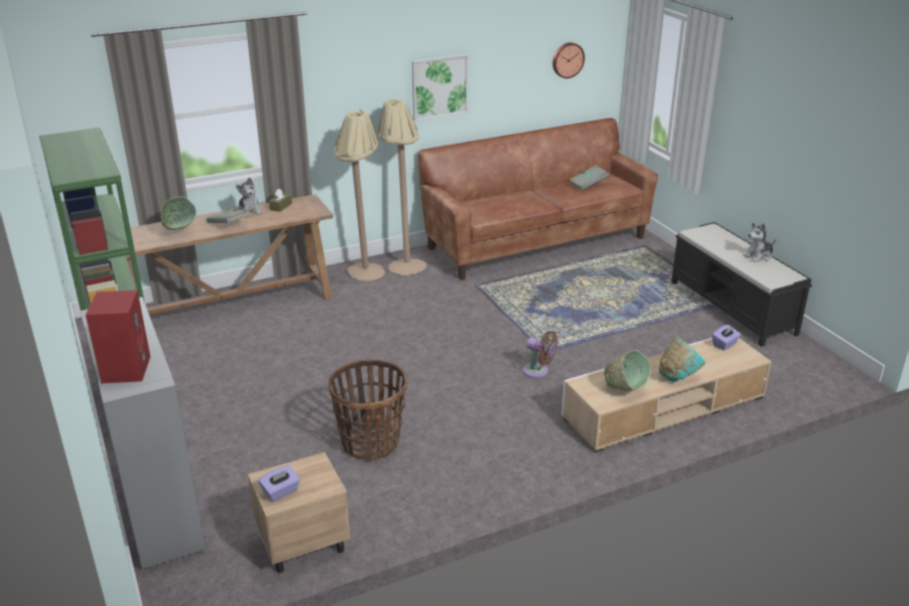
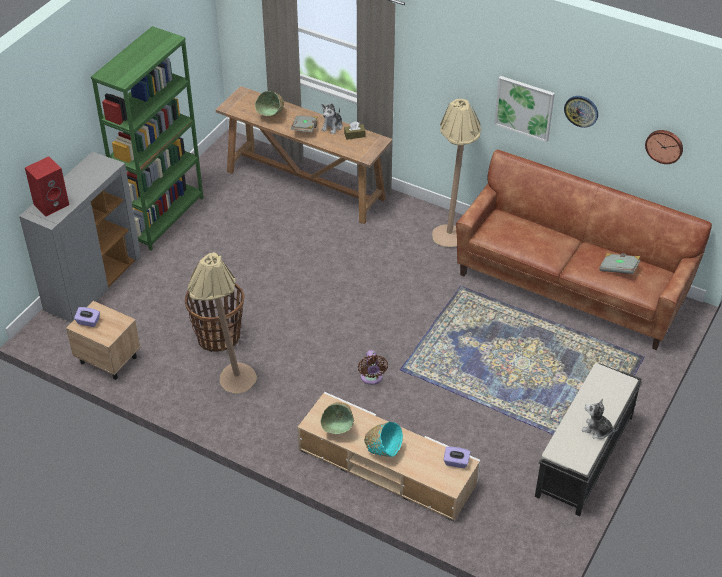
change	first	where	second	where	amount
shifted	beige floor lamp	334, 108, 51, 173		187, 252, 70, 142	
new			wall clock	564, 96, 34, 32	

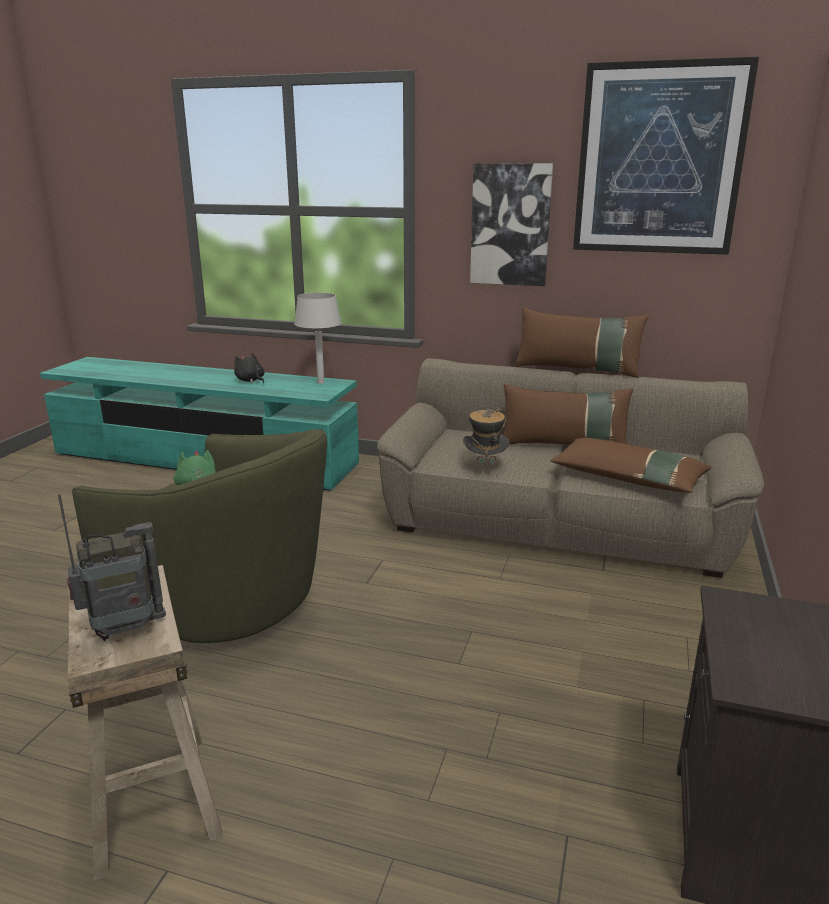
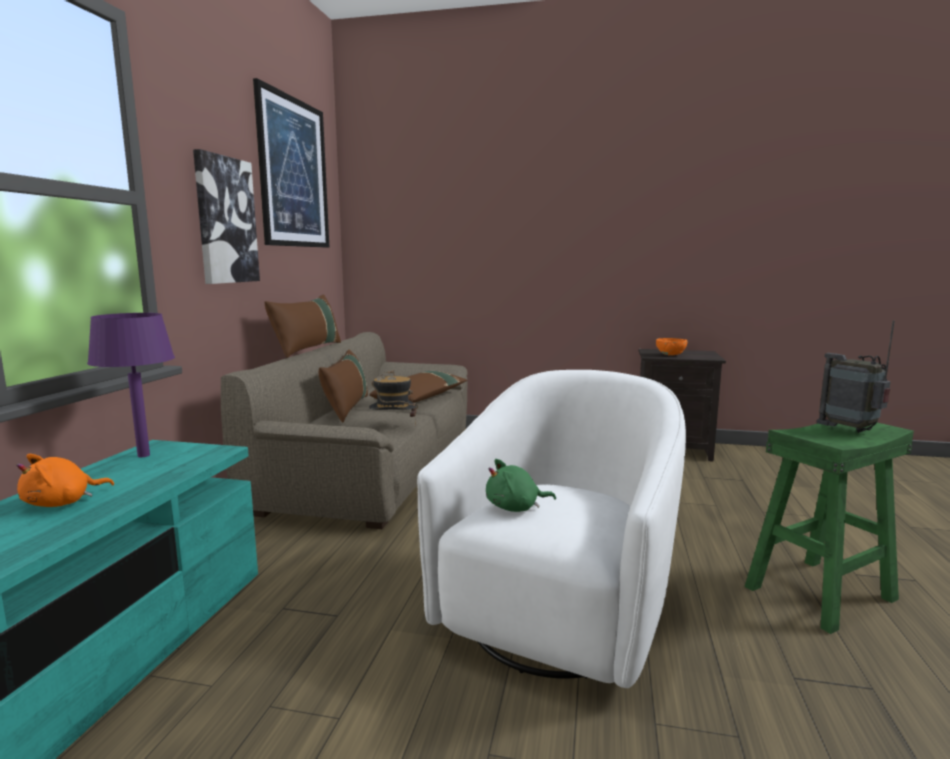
change	first	where	second	where	amount
repainted	grey table lamp	294, 293, 47, 91	purple table lamp	87, 313, 88, 144	
repainted	black plush toy	234, 353, 31, 30	orange plush toy	16, 454, 98, 53	
repainted	green armchair	72, 429, 255, 214	white armchair	417, 370, 269, 318	
repainted	beige stool	67, 565, 156, 316	green stool	745, 419, 169, 215	
new			orange bowl	656, 338, 32, 18	

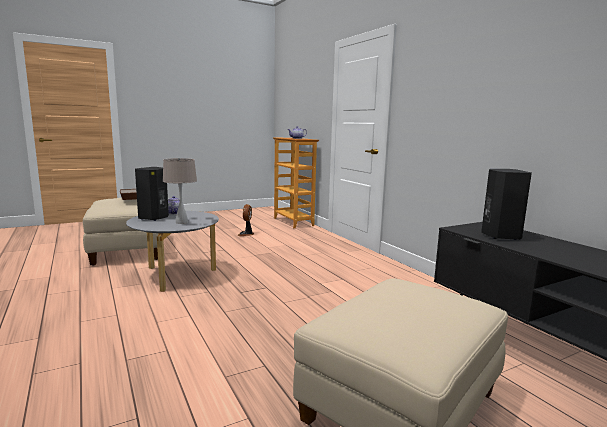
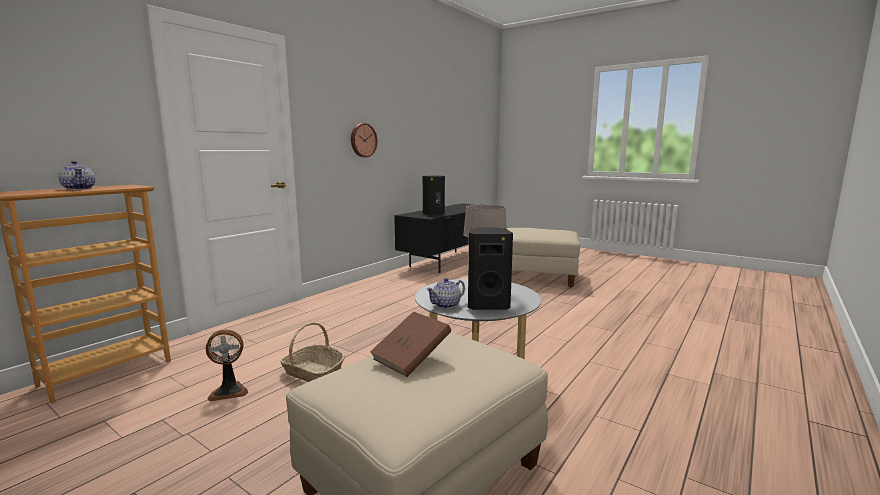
change	first	where	second	where	amount
new			wall clock	351, 123, 27, 34	
new			basket	280, 322, 65, 60	

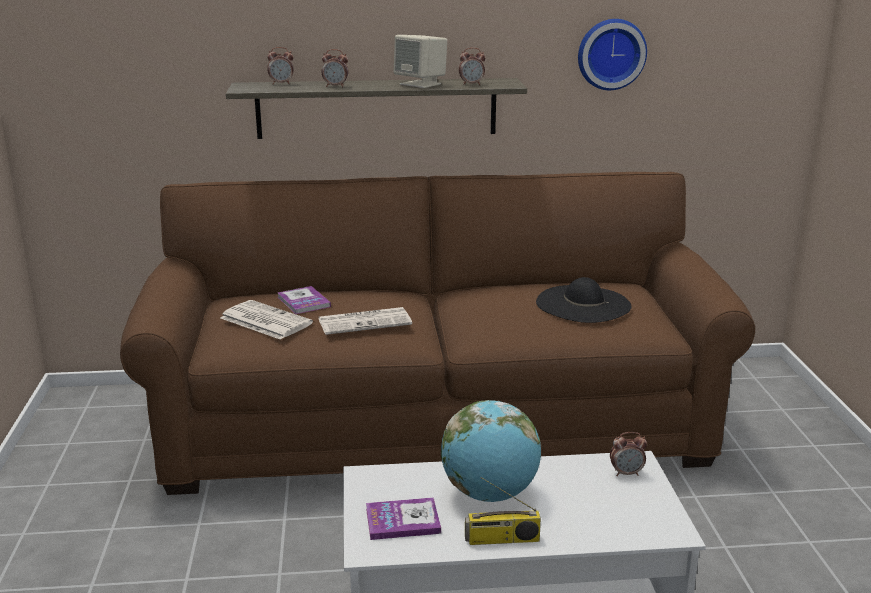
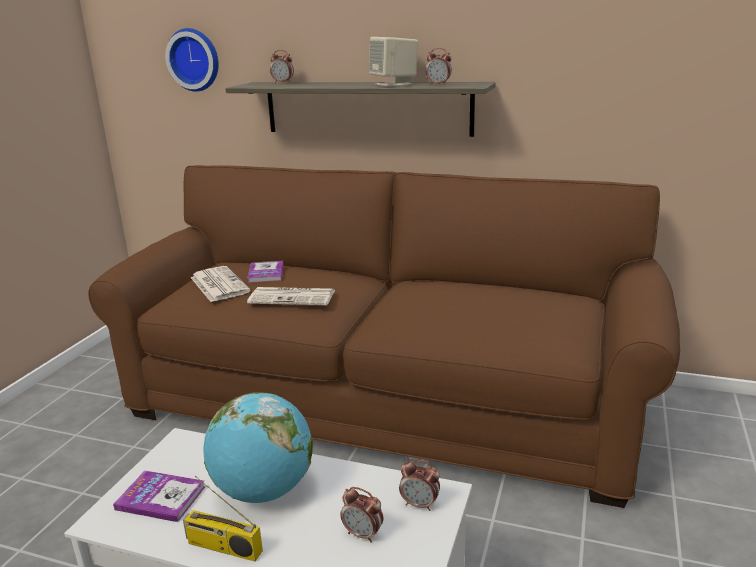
change	first	where	second	where	amount
shifted	wall clock	578, 19, 69, 71		165, 28, 54, 64	
shifted	alarm clock	322, 49, 26, 38		340, 487, 43, 56	
gone	black hat	536, 277, 96, 46			

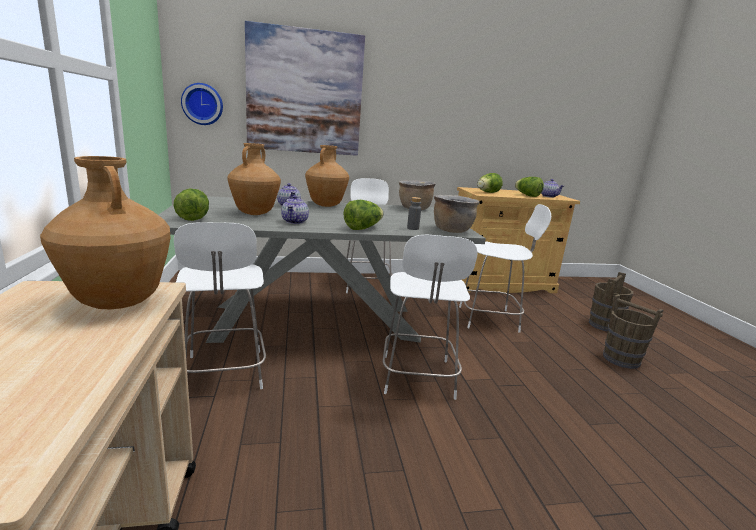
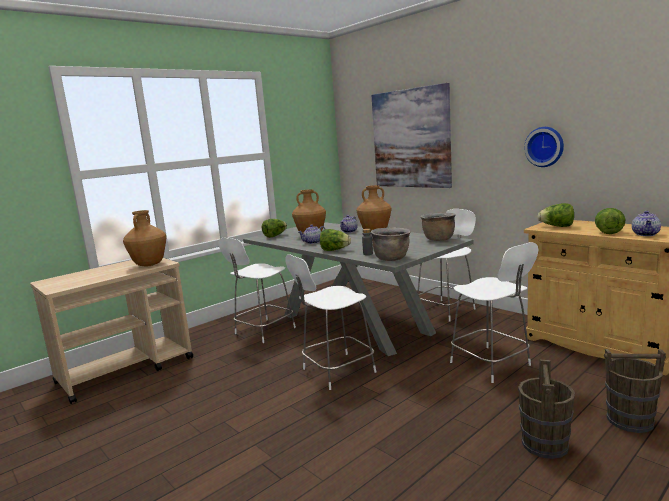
change	first	where	second	where	amount
shifted	wall clock	181, 83, 42, 42		524, 127, 40, 40	

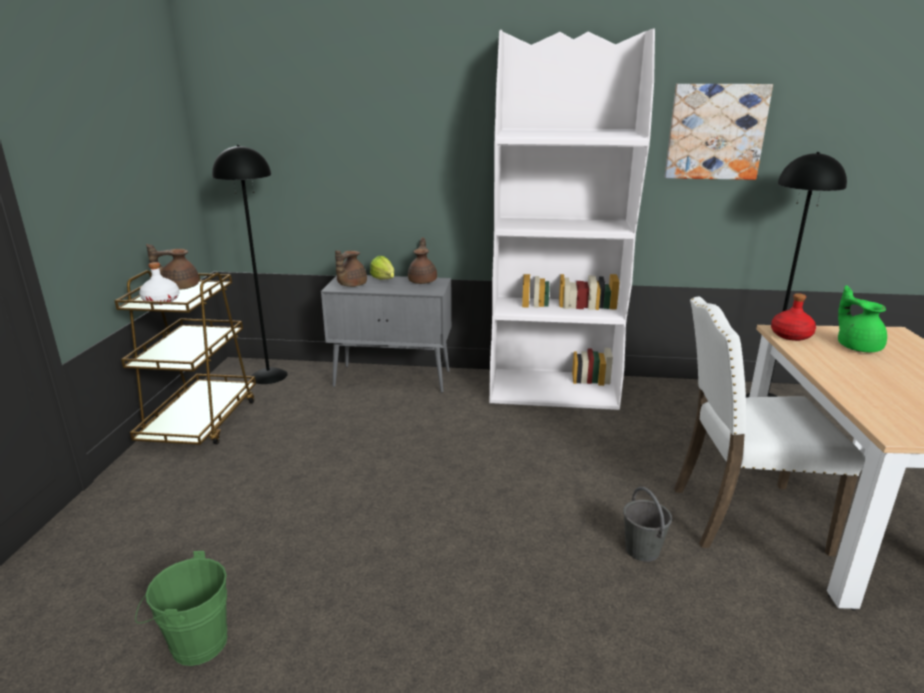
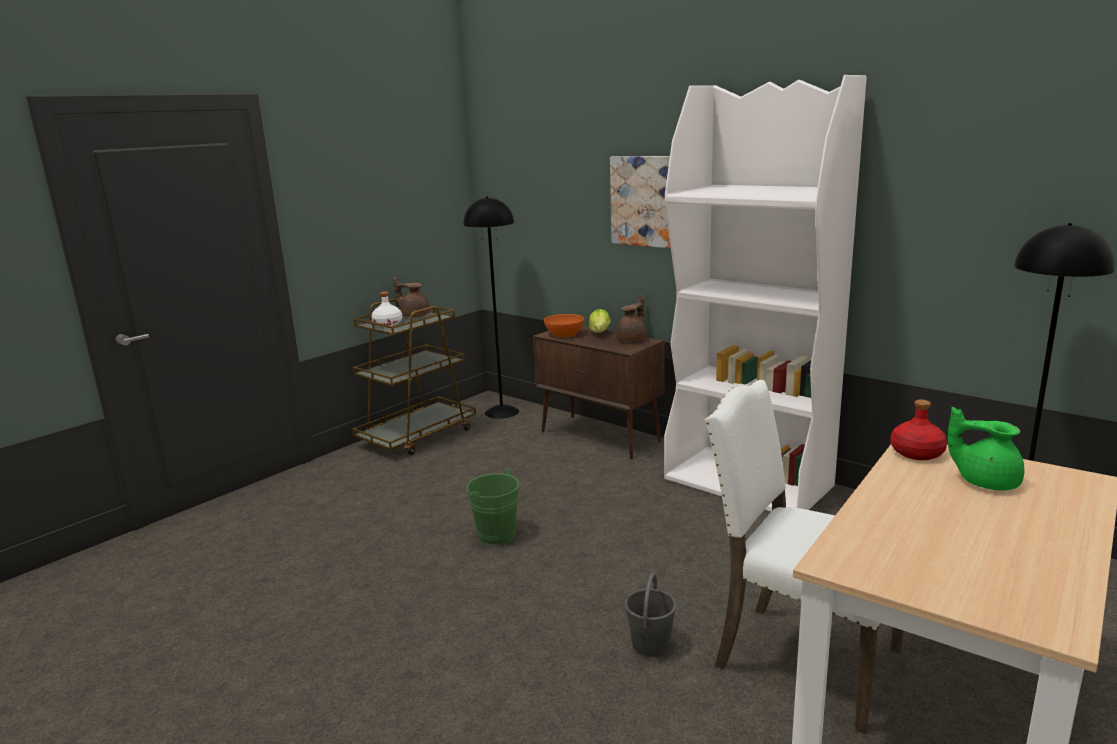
change	first	where	second	where	amount
shifted	picture	665, 84, 108, 96		610, 156, 61, 92	
swapped	brown teapot	335, 250, 32, 37	orange bowl	544, 314, 40, 23	
repainted	grey cabinet	321, 275, 130, 118	brown cabinet	533, 326, 132, 133	
rotated	green teapot	838, 286, 49, 66		948, 407, 76, 84	75 degrees counterclockwise
shifted	green bucket	135, 551, 92, 115		459, 469, 60, 76	

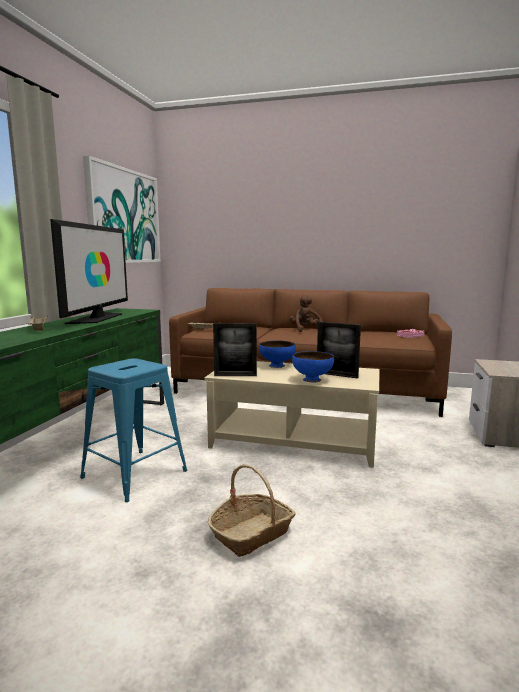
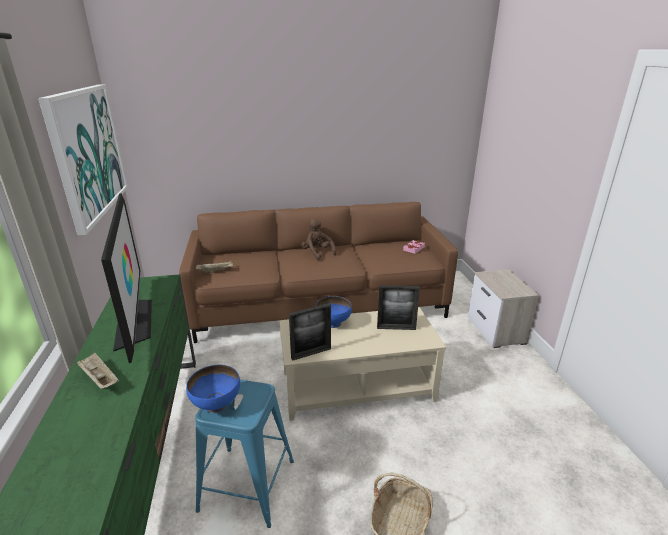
change	first	where	second	where	amount
shifted	blue bowl	292, 351, 42, 31		186, 365, 54, 48	

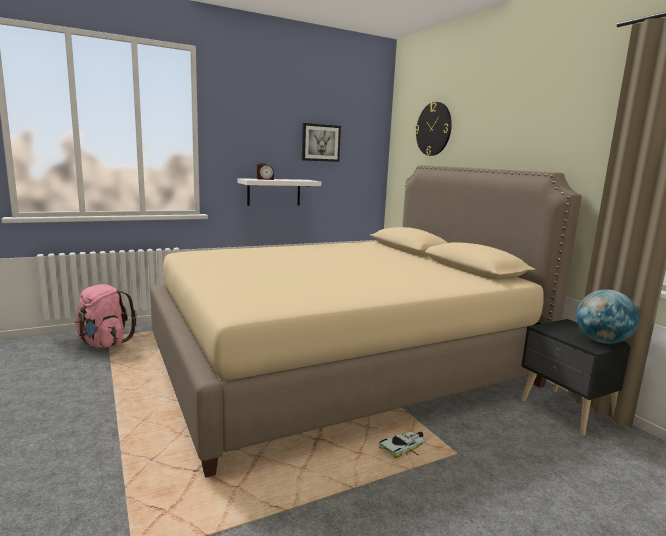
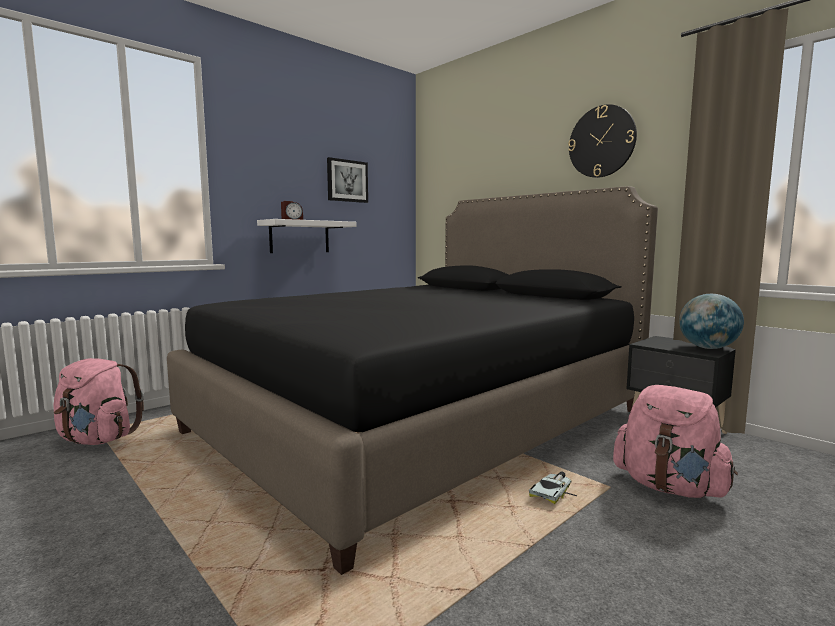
change	first	where	second	where	amount
shifted	wall clock	415, 102, 37, 54		568, 104, 69, 74	
repainted	beige bed	150, 165, 432, 313	black bed	167, 186, 491, 389	
new			pink backpack	613, 385, 125, 113	

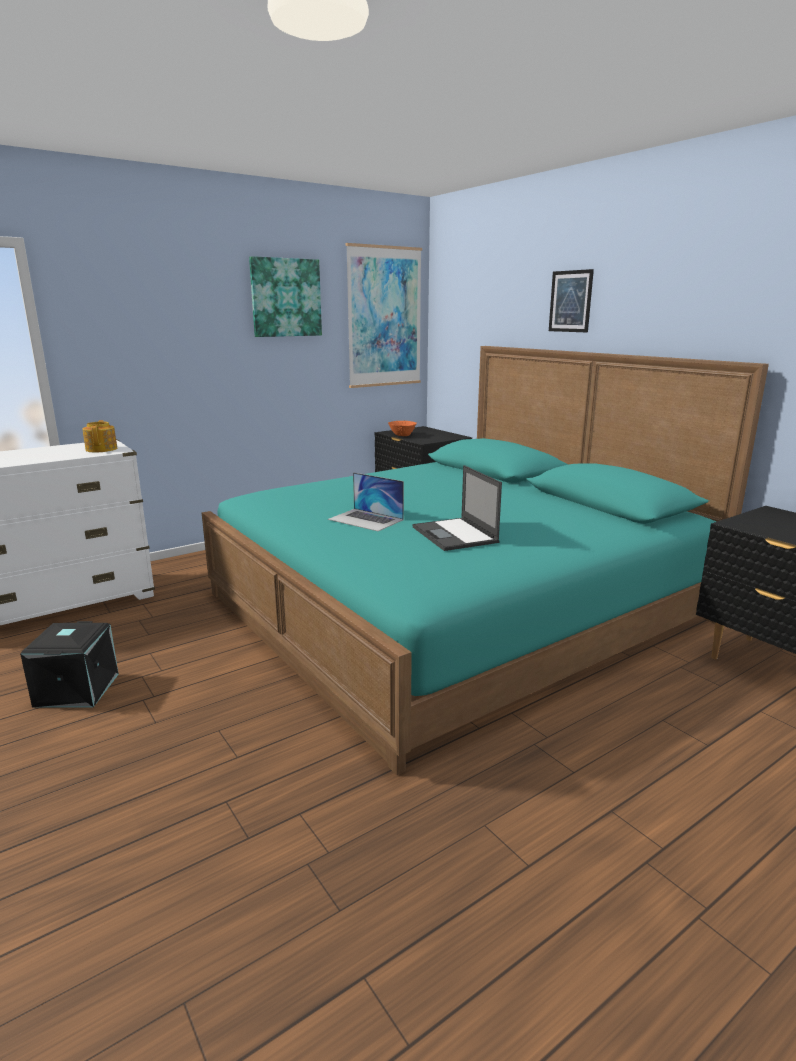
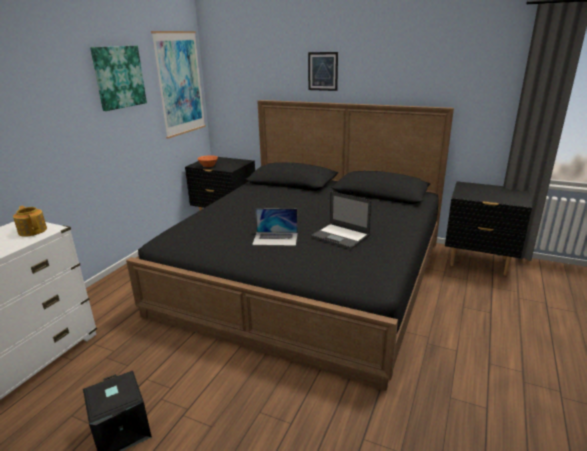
change	first	where	second	where	amount
repainted	turquoise bed	202, 346, 567, 429	black bed	126, 100, 328, 291	

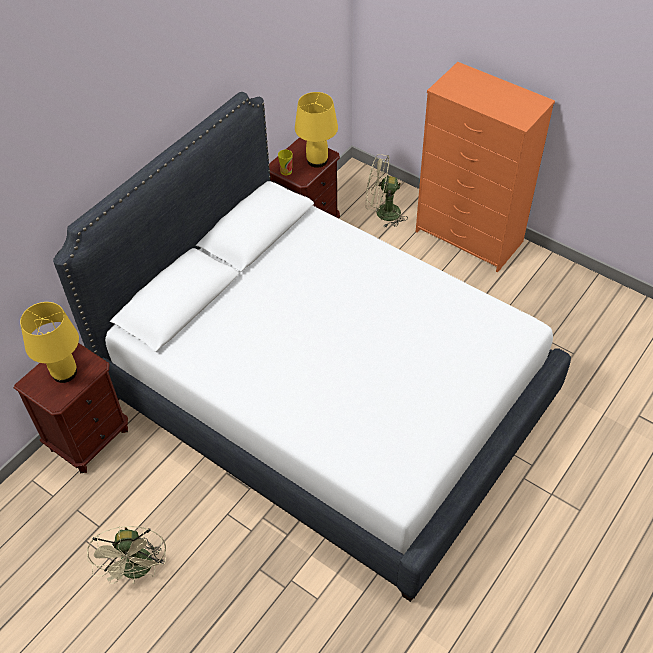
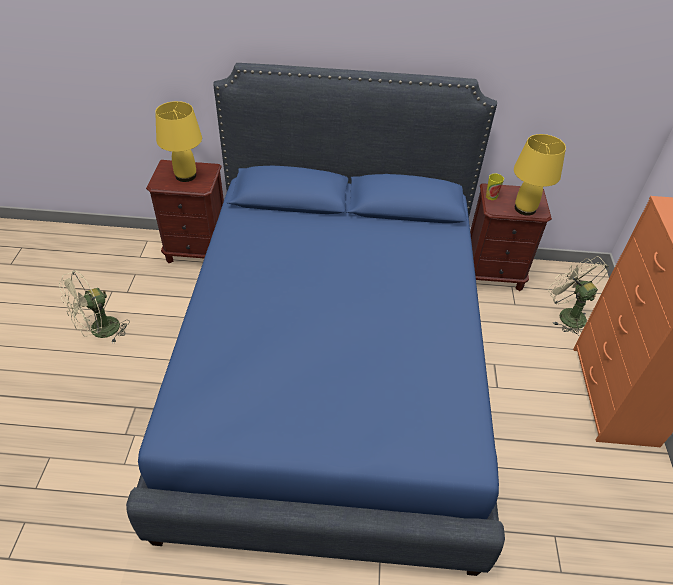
change	first	where	second	where	amount
repainted	white bed	53, 92, 518, 510	blue bed	126, 63, 379, 513	

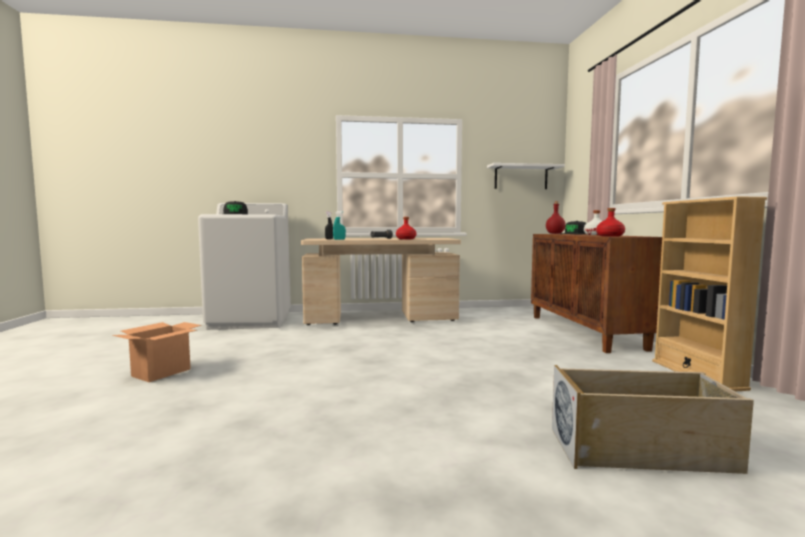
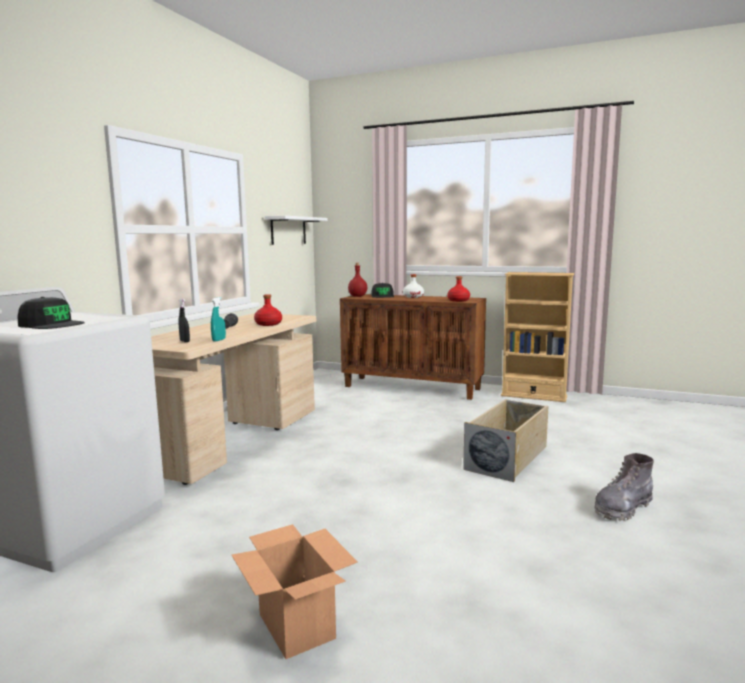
change	first	where	second	where	amount
shifted	beige storage box	552, 365, 202, 109		463, 399, 85, 83	
new			grey boot	594, 453, 60, 67	

